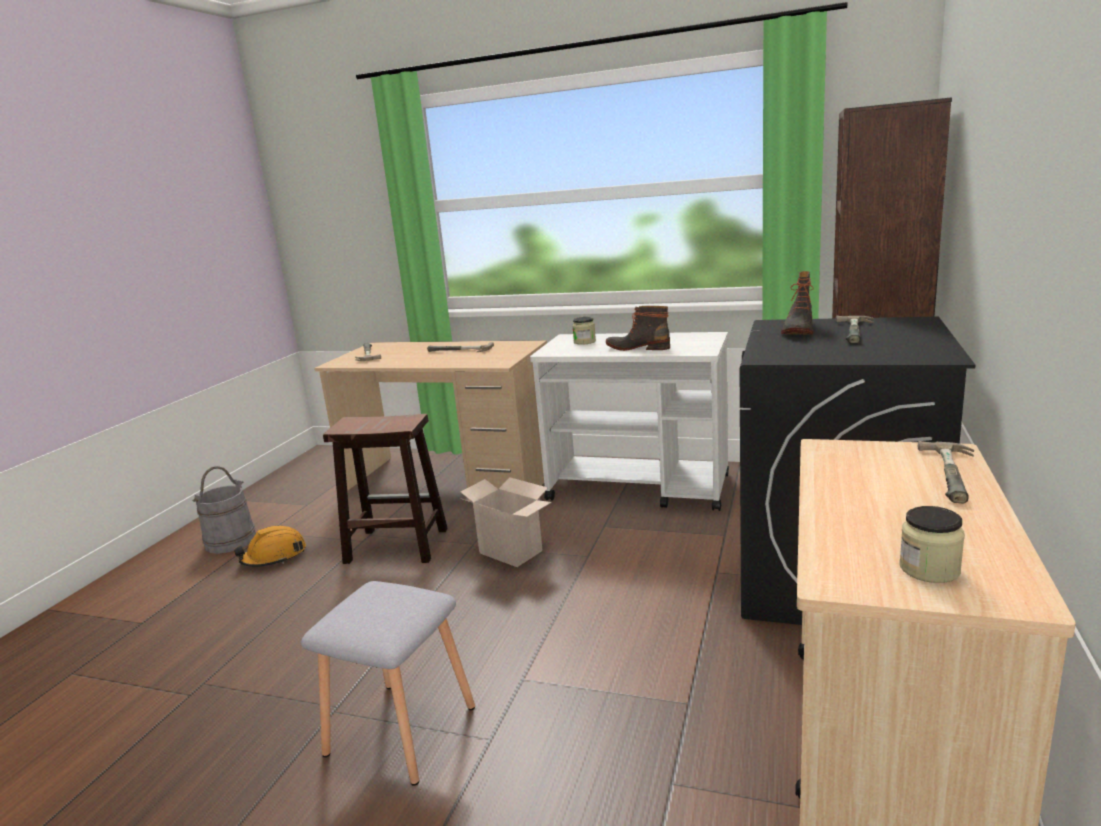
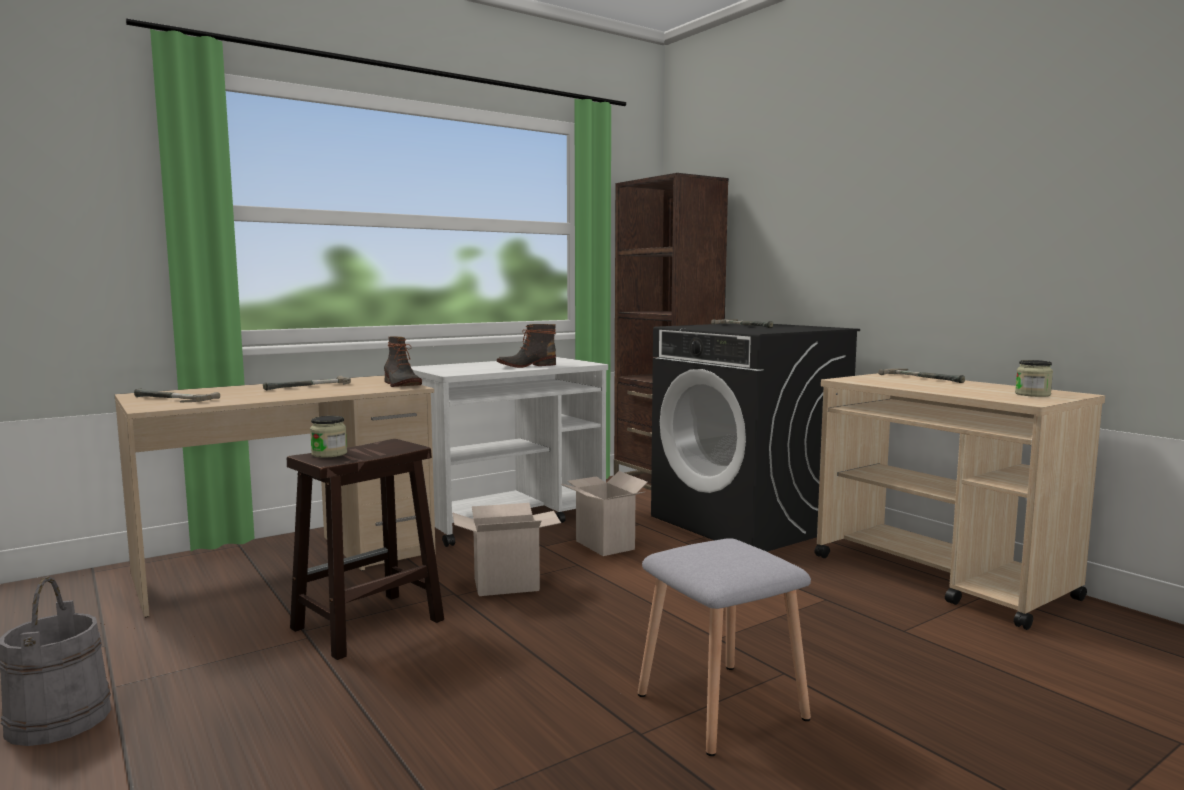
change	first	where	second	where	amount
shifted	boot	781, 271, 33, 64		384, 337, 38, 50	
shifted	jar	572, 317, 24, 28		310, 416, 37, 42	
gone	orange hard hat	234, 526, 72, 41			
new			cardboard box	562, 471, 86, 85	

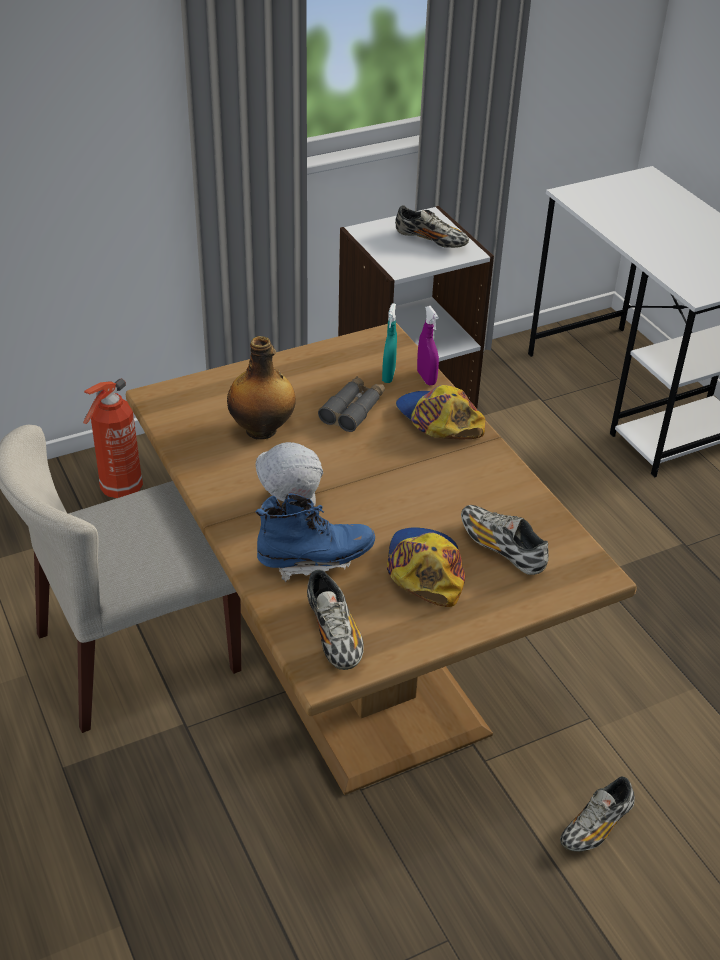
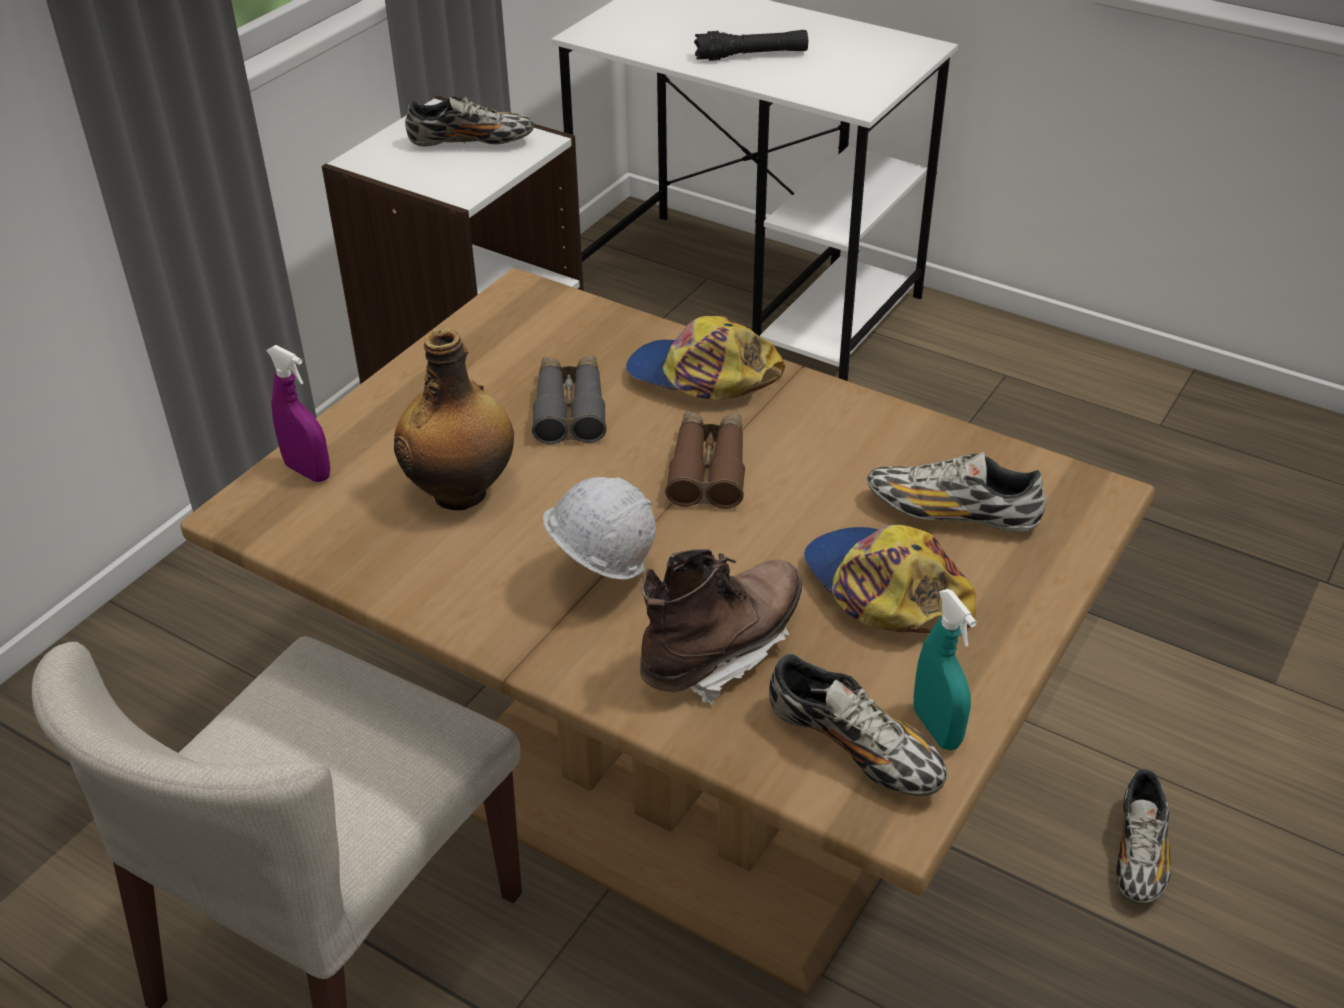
change	first	where	second	where	amount
shifted	turquoise spray bottle	382, 303, 15, 80		914, 589, 63, 161	
shifted	purple spray bottle	417, 306, 22, 79		266, 345, 64, 137	
gone	fire extinguisher	83, 378, 60, 120			
repainted	blue boot	256, 493, 119, 89	brown boot	640, 549, 162, 156	
new			black flashlight	694, 30, 114, 31	
new			brown binoculars	665, 411, 80, 98	

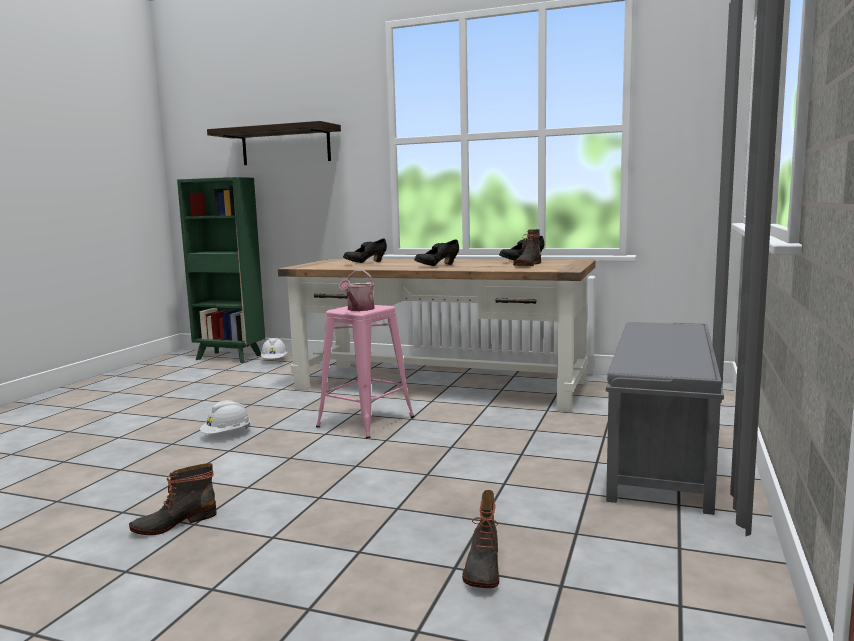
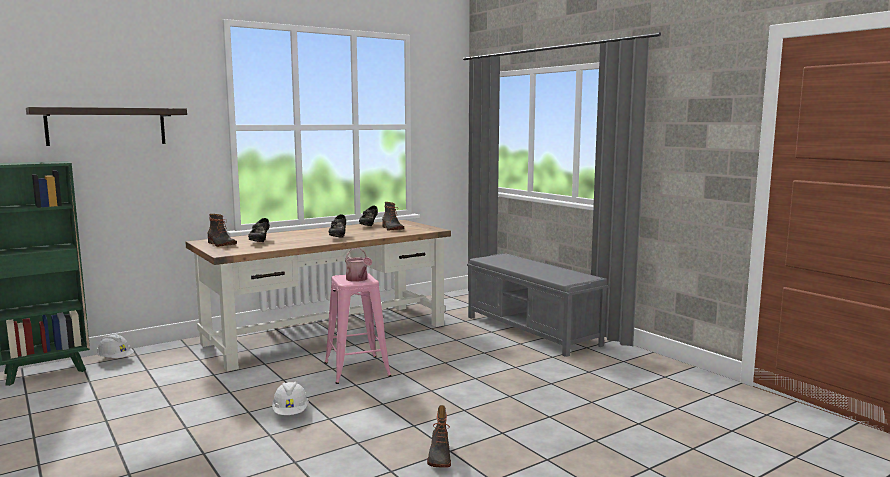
change	first	where	second	where	amount
shifted	boot	462, 490, 37, 98		208, 214, 29, 33	

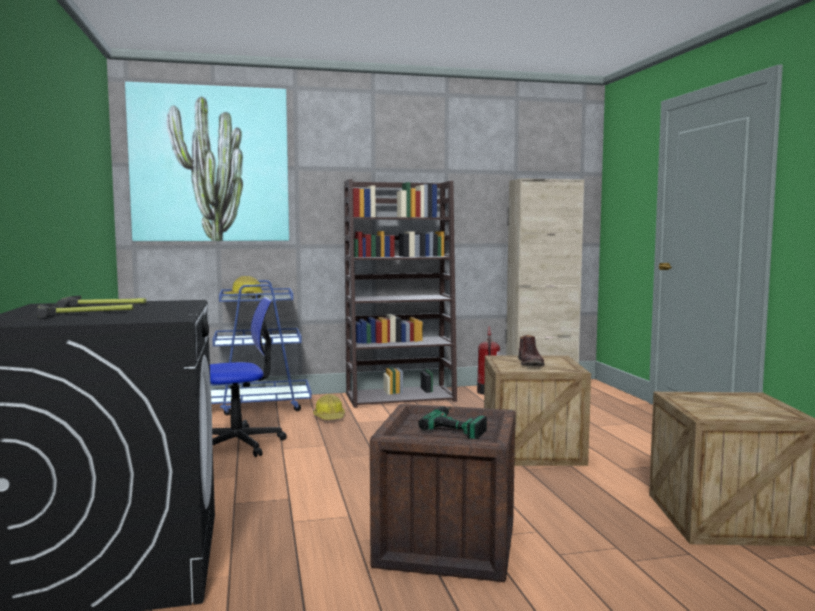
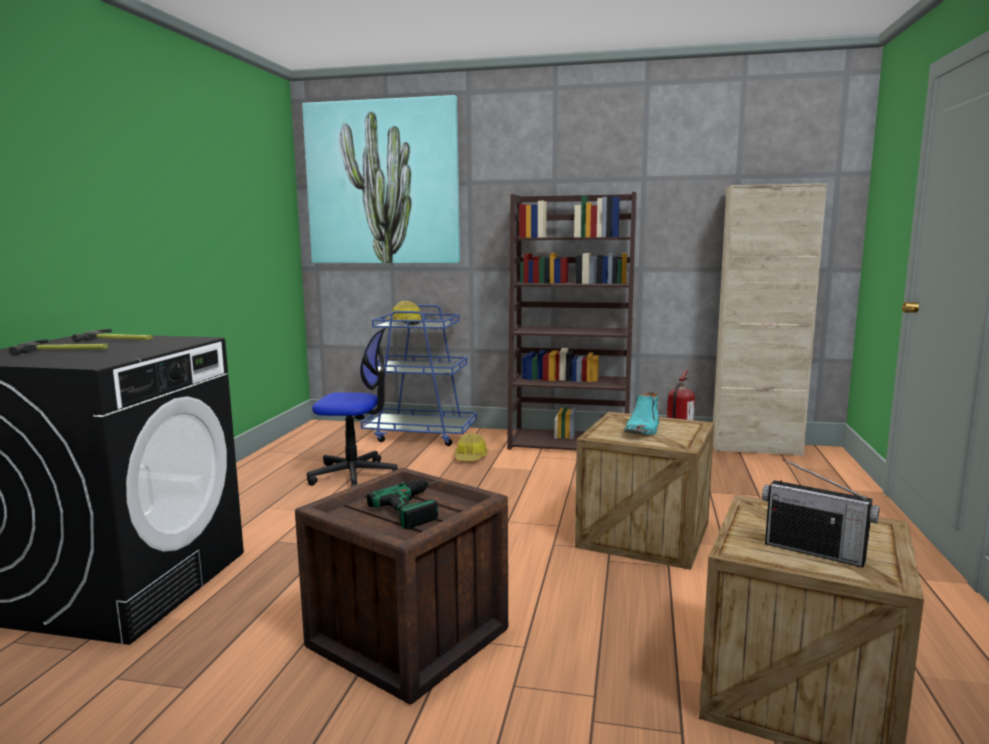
change	first	where	second	where	amount
repainted	brown boot	518, 335, 26, 31	turquoise boot	624, 392, 35, 43	
new			radio	762, 459, 118, 109	

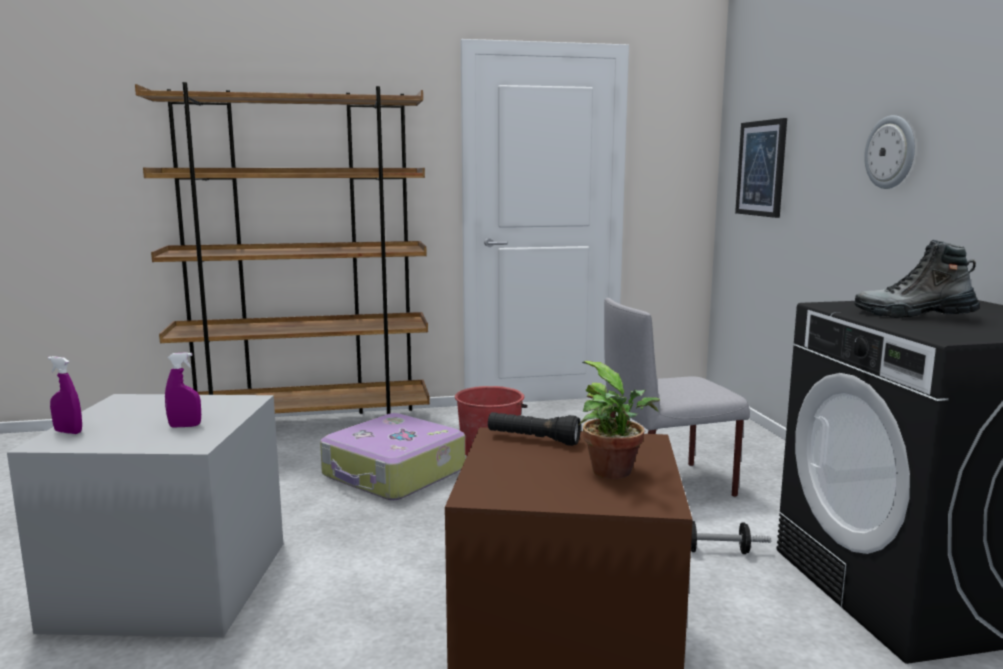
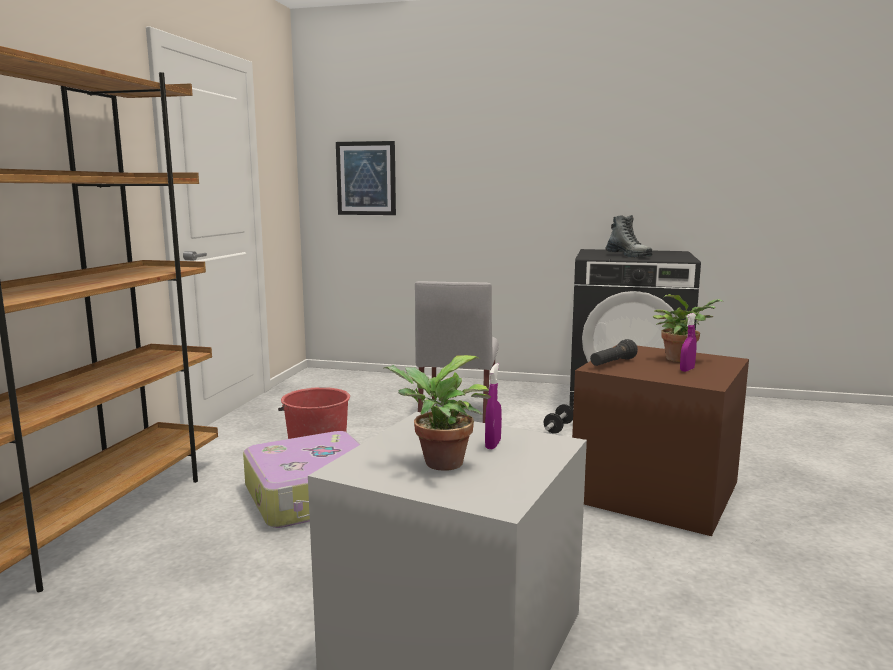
change	first	where	second	where	amount
gone	wall clock	864, 115, 51, 74			
rotated	boot	854, 240, 126, 78		606, 215, 47, 43	75 degrees counterclockwise
shifted	purple spray bottle	48, 356, 34, 78		680, 313, 17, 59	
new			potted plant	384, 355, 107, 116	

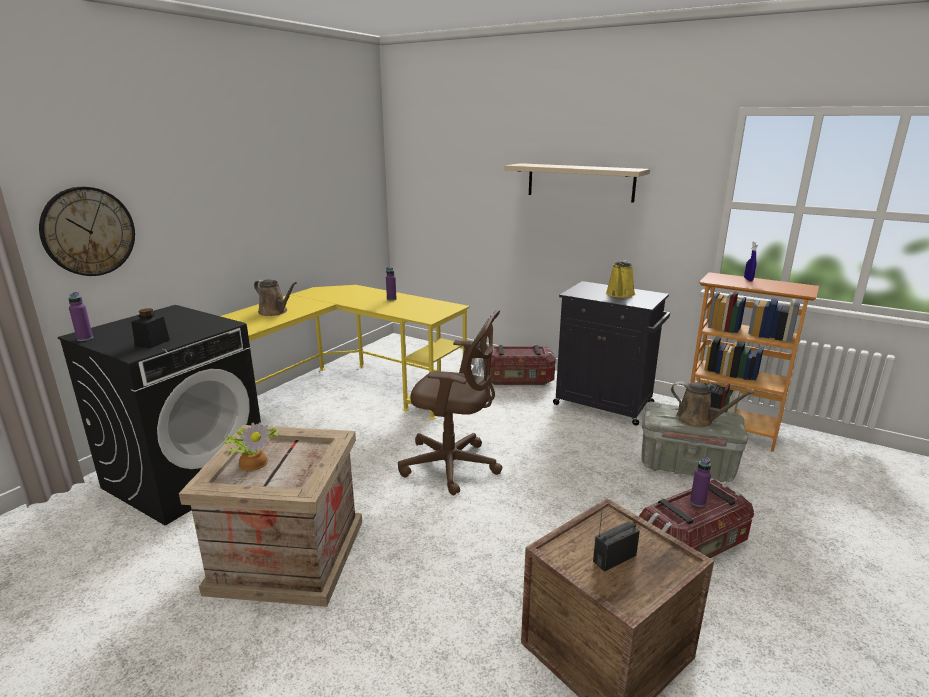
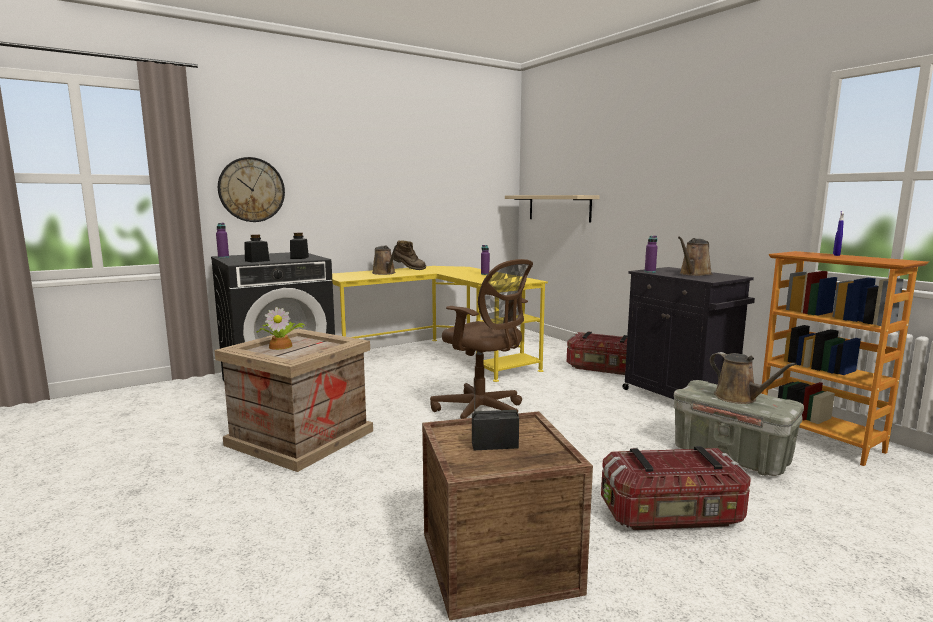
change	first	where	second	where	amount
shifted	beige shelf	504, 163, 146, 40		505, 195, 95, 27	
repainted	yellow watering can	606, 260, 29, 38	brown watering can	678, 237, 34, 39	
shifted	purple bottle	690, 457, 21, 50		645, 236, 13, 37	
new			black jar	290, 233, 19, 26	
new			brown boot	393, 240, 33, 30	

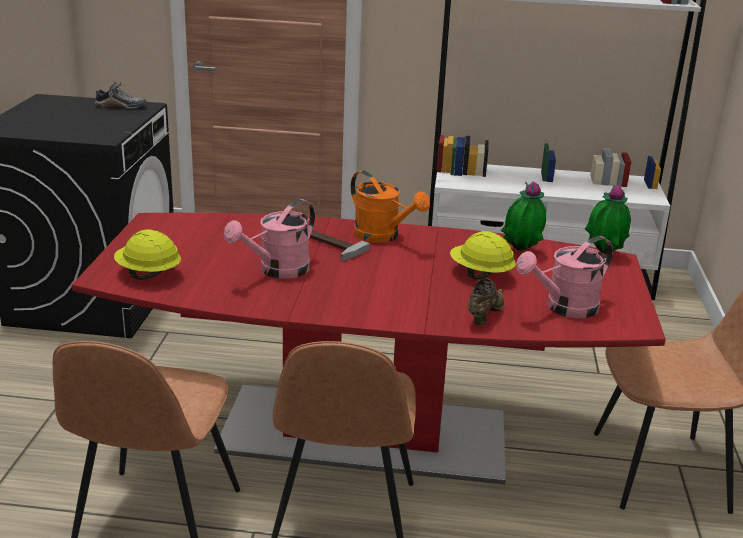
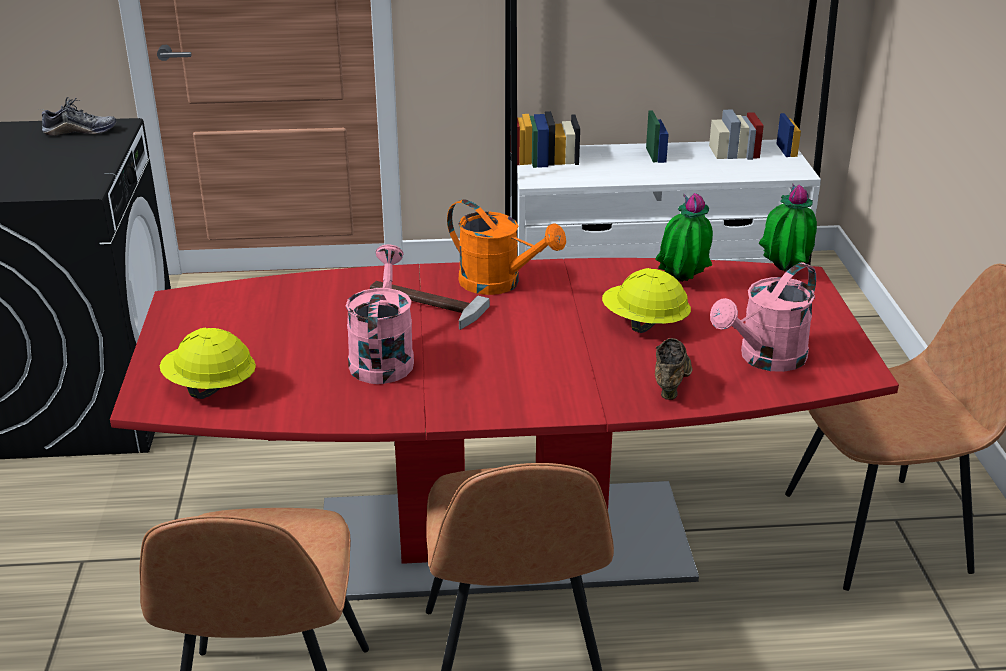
change	first	where	second	where	amount
rotated	pink watering can	224, 199, 91, 80		346, 244, 68, 140	150 degrees clockwise

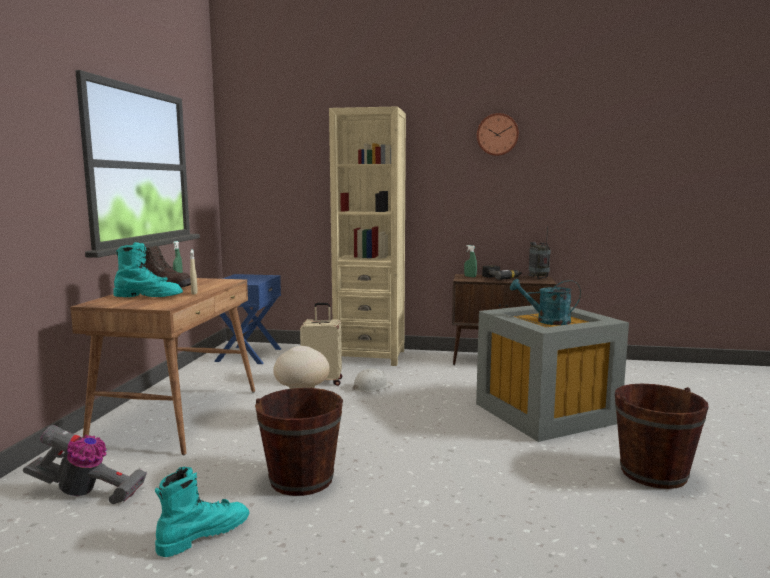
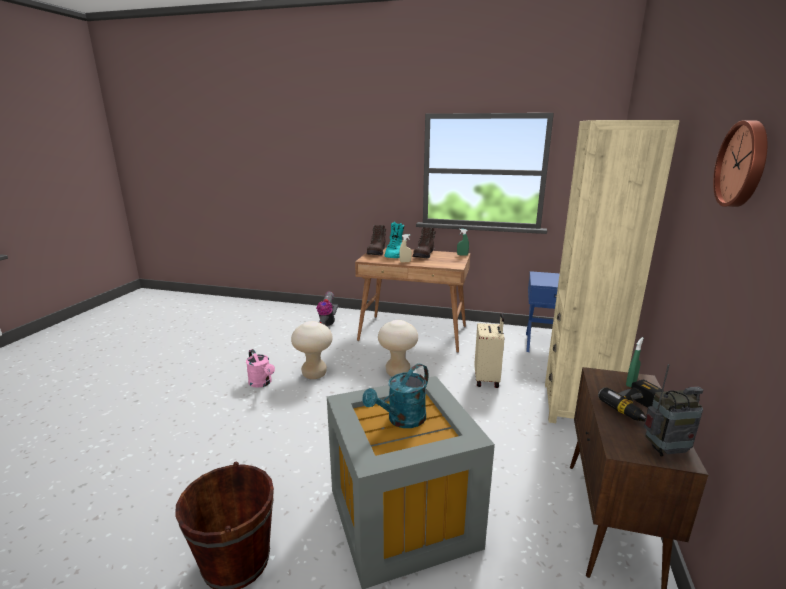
change	first	where	second	where	amount
rotated	turquoise watering can	510, 278, 71, 47		362, 364, 67, 64	150 degrees counterclockwise
gone	white hard hat	353, 368, 40, 24			
swapped	brown bucket	255, 388, 88, 108	beige stool	291, 321, 42, 58	
gone	turquoise boot	155, 467, 94, 90			
new			brown boot	367, 225, 20, 30	
new			pink watering can	246, 349, 29, 39	

